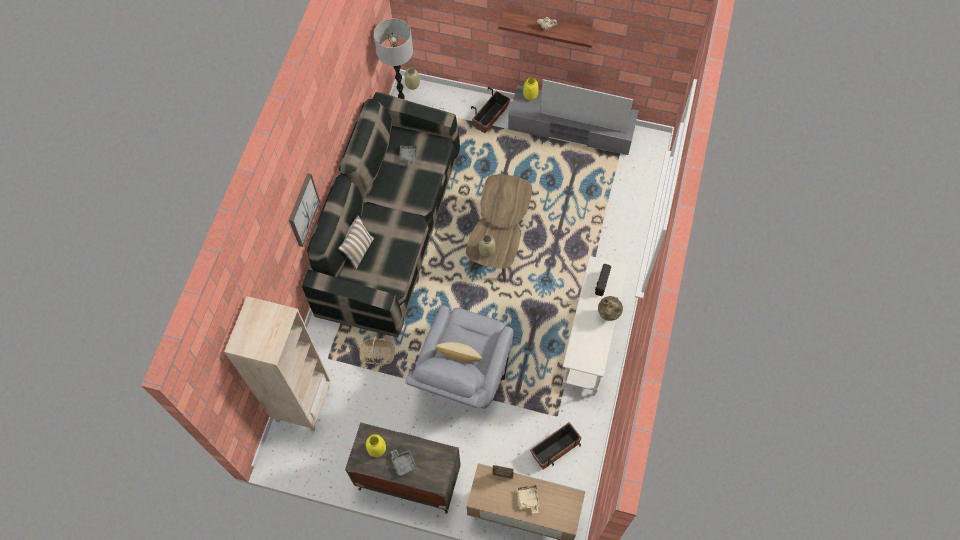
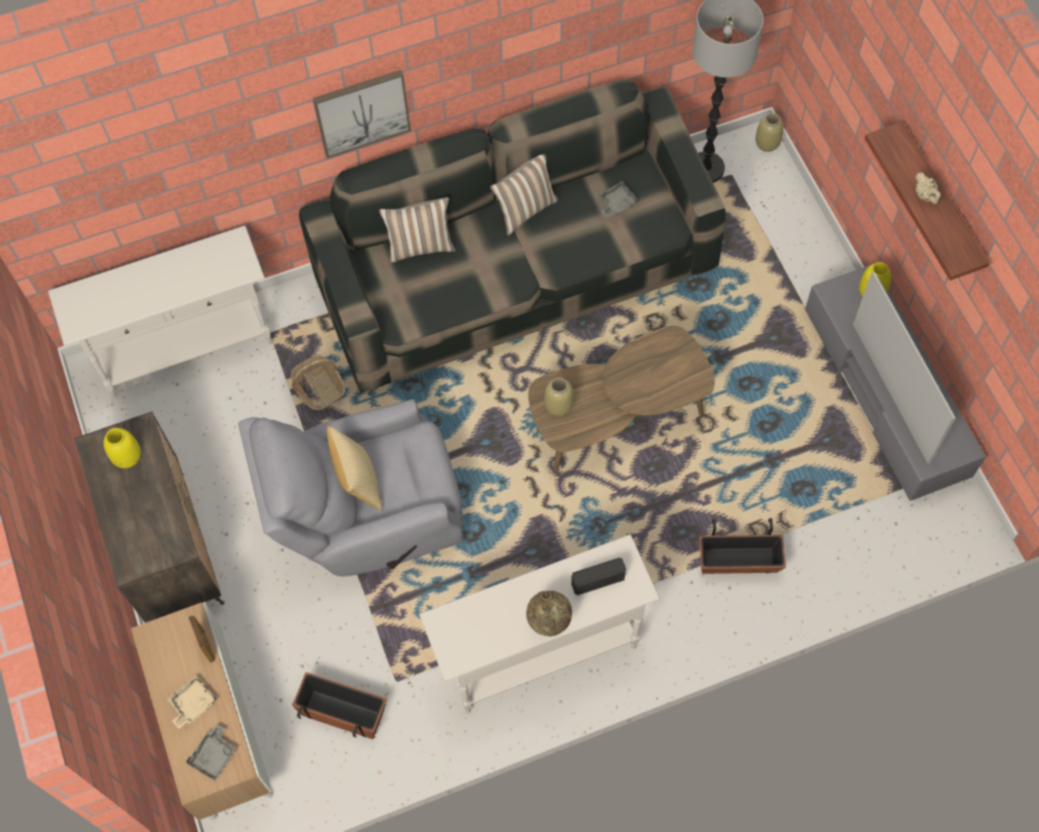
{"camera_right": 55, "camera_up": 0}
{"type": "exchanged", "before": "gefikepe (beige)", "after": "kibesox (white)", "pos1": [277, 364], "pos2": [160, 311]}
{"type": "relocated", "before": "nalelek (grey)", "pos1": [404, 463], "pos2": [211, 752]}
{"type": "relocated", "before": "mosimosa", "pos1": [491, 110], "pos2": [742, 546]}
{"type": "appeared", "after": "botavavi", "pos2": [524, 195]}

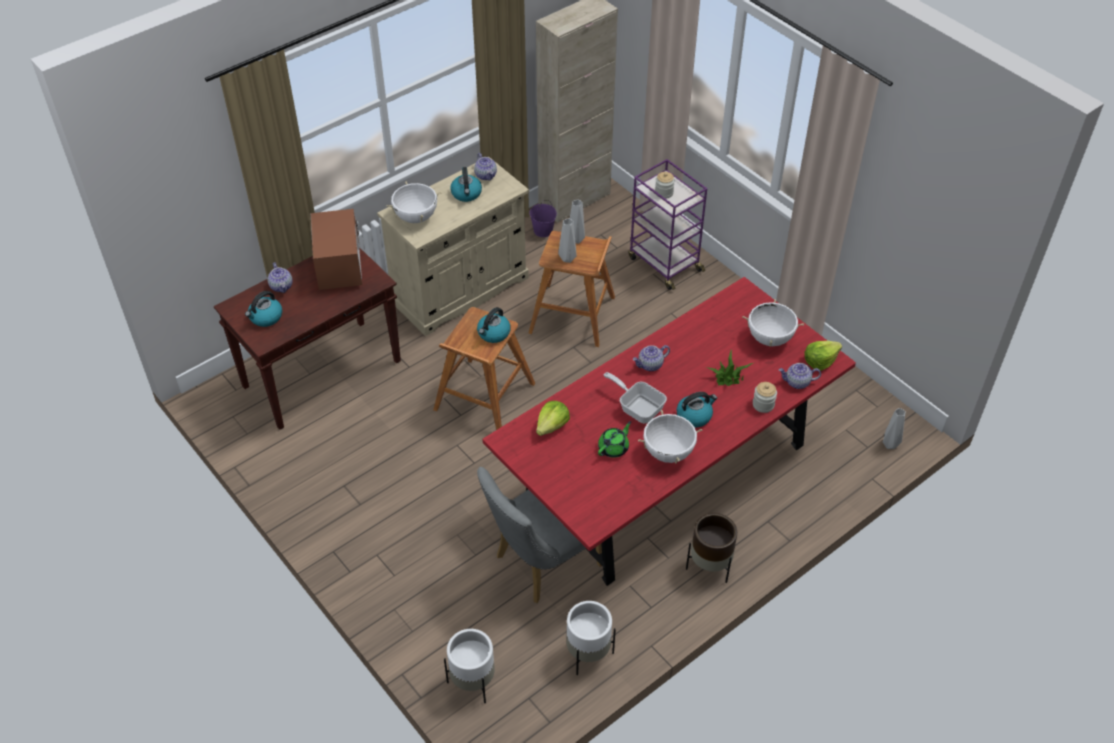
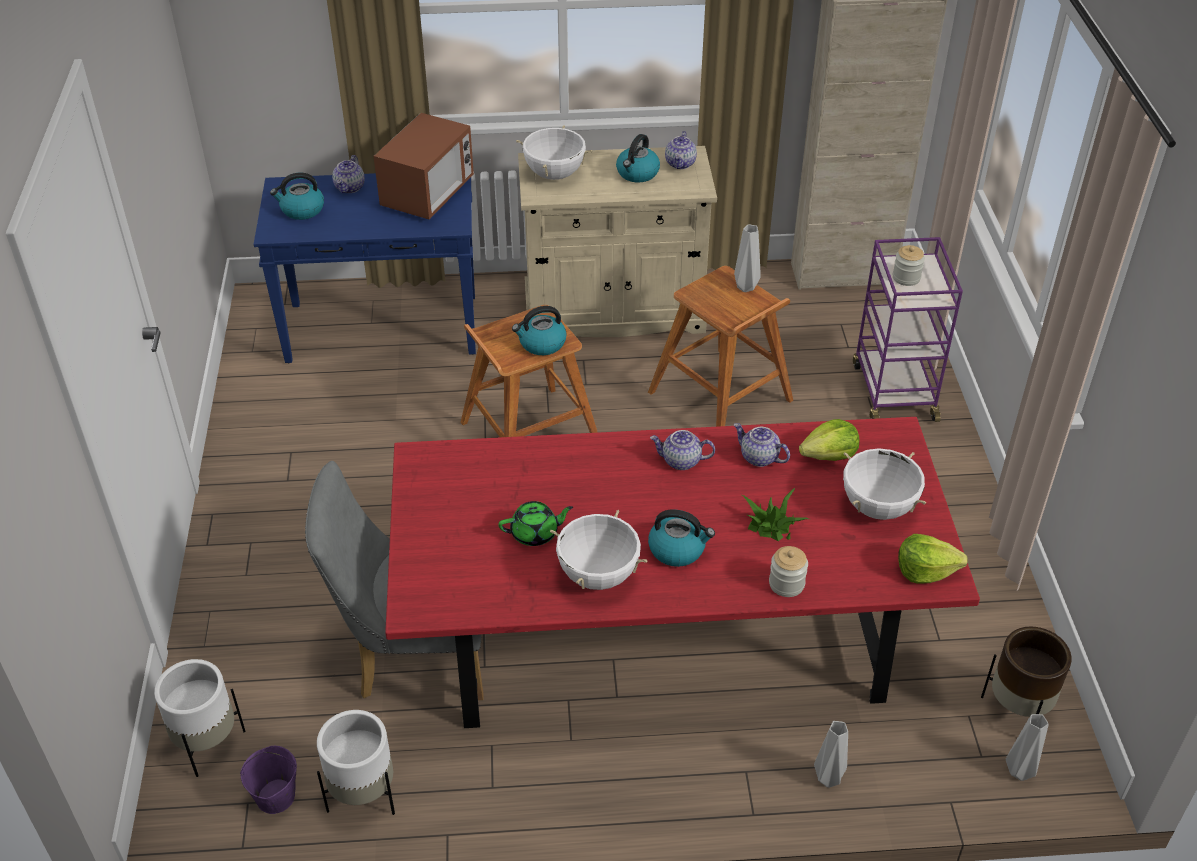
{"camera_right": 35, "camera_up": -5}
{"type": "colour", "before": "kibesox (brown)", "after": "kibesox (blue)", "pos1": [307, 338], "pos2": [365, 268]}
{"type": "relocated", "before": "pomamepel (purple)", "pos1": [543, 218], "pos2": [268, 780]}
{"type": "relocated", "before": "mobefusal", "pos1": [553, 418], "pos2": [829, 440]}
{"type": "relocated", "before": "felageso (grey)", "pos1": [567, 240], "pos2": [831, 754]}
{"type": "missing", "before": "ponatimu", "pos1": [635, 397]}
{"type": "relocated", "before": "mosimosa (brown)", "pos1": [711, 548], "pos2": [1026, 672]}
{"type": "relocated", "before": "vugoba", "pos1": [800, 376], "pos2": [761, 445]}

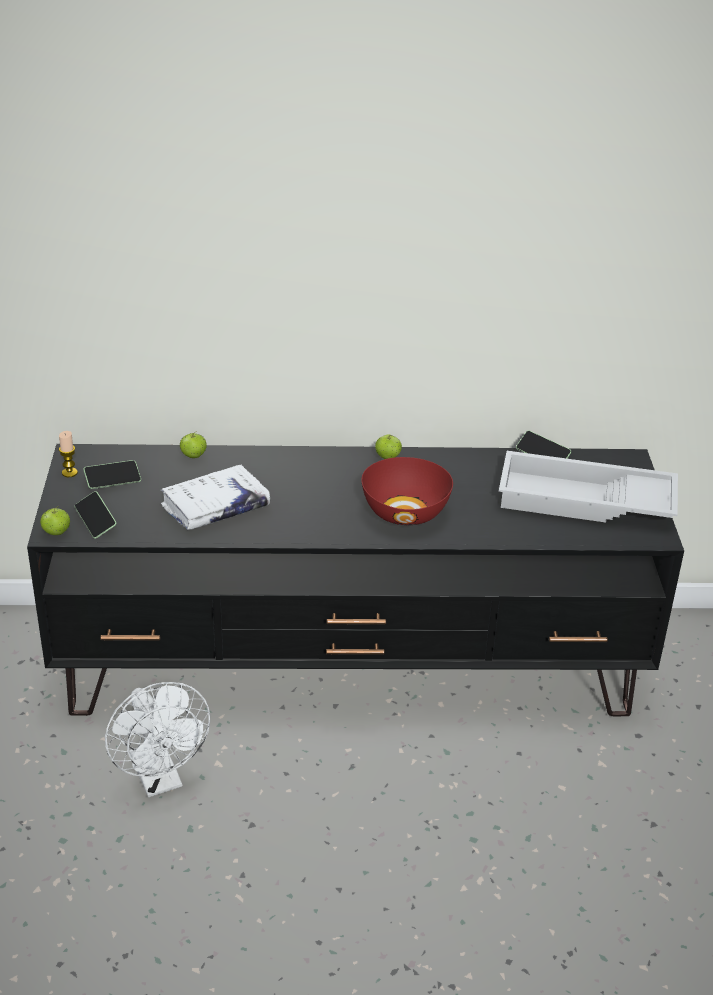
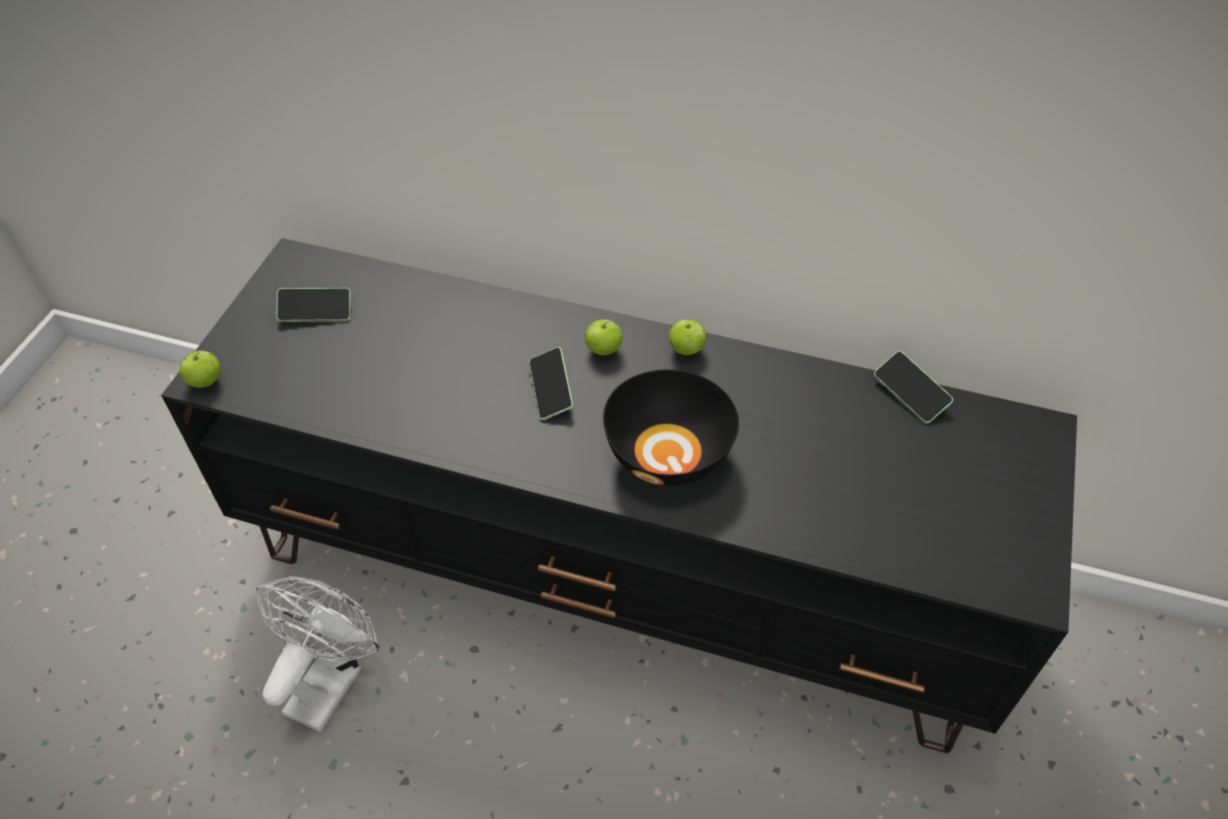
{"camera_right": 20, "camera_up": 15}
{"type": "missing", "before": "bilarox", "pos1": [68, 454]}
{"type": "relocated", "before": "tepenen", "pos1": [95, 515], "pos2": [551, 383]}
{"type": "spun", "before": "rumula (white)", "pos1": [157, 739], "pos2": [318, 654], "turn": -150}
{"type": "missing", "before": "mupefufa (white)", "pos1": [215, 497]}
{"type": "relocated", "before": "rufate", "pos1": [193, 444], "pos2": [604, 337]}
{"type": "colour", "before": "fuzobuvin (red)", "after": "fuzobuvin (black)", "pos1": [407, 491], "pos2": [671, 427]}
{"type": "missing", "before": "nalelek (white)", "pos1": [588, 487]}

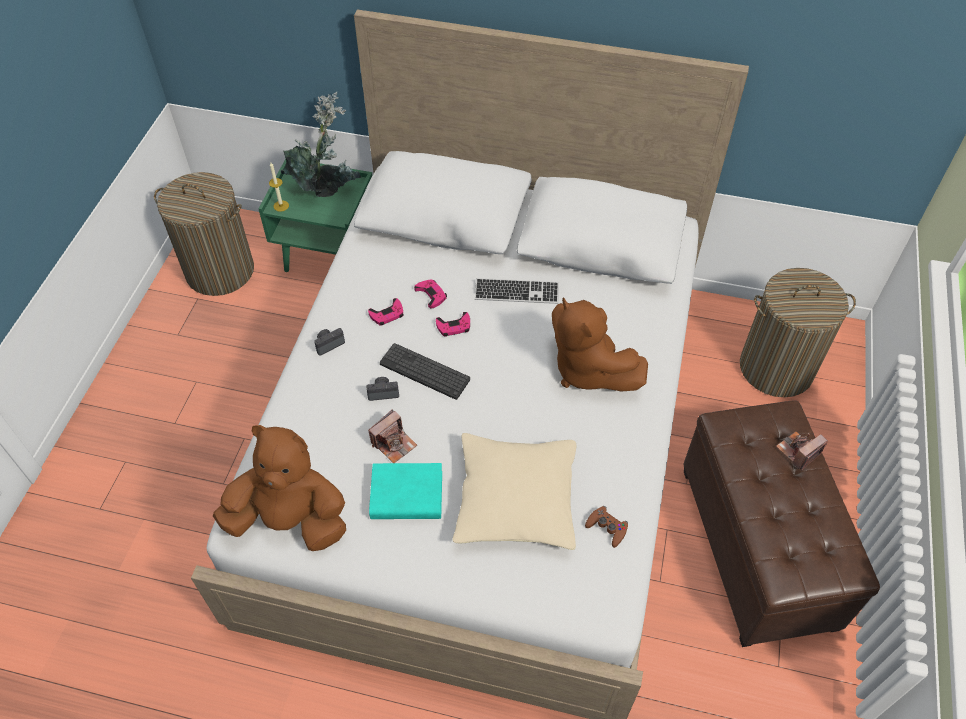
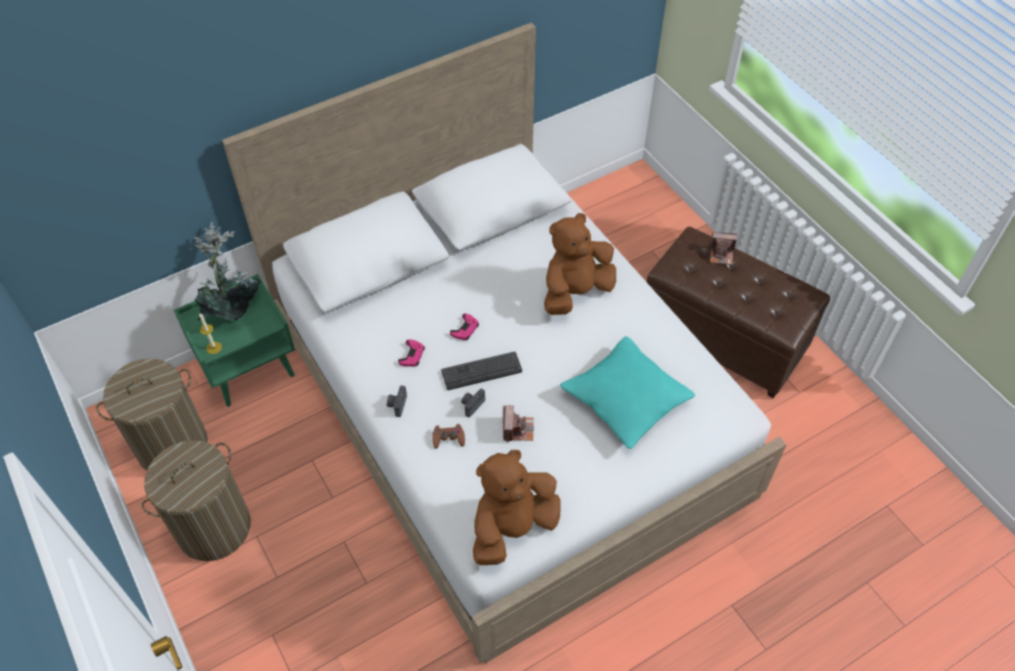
{"camera_right": -45, "camera_up": 0}
{"type": "missing", "before": "mupefufa (turquoise)", "pos1": [405, 491]}
{"type": "missing", "before": "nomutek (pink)", "pos1": [430, 294]}
{"type": "colour", "before": "botavavi (beige)", "after": "botavavi (turquoise)", "pos1": [514, 491], "pos2": [627, 392]}
{"type": "missing", "before": "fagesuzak", "pos1": [517, 291]}
{"type": "spun", "before": "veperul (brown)", "pos1": [600, 344], "pos2": [580, 264], "turn": 135}
{"type": "relocated", "before": "nomutek (brown)", "pos1": [606, 527], "pos2": [448, 436]}
{"type": "relocated", "before": "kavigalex", "pos1": [798, 332], "pos2": [196, 500]}
{"type": "spun", "before": "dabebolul", "pos1": [802, 451], "pos2": [723, 248], "turn": -90}

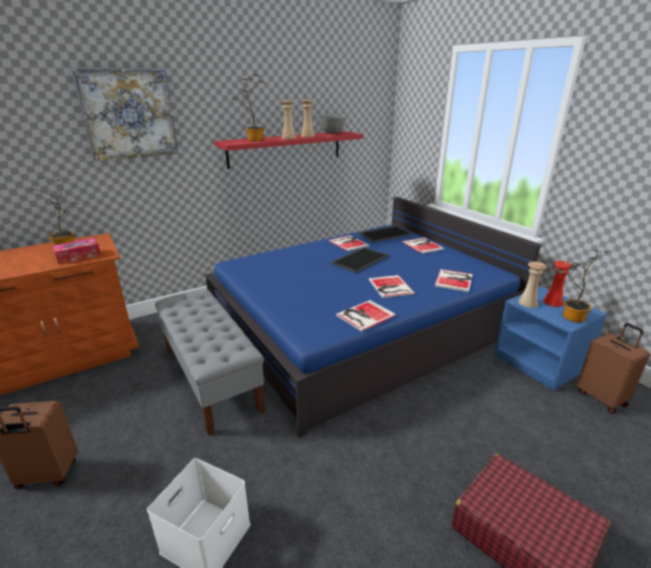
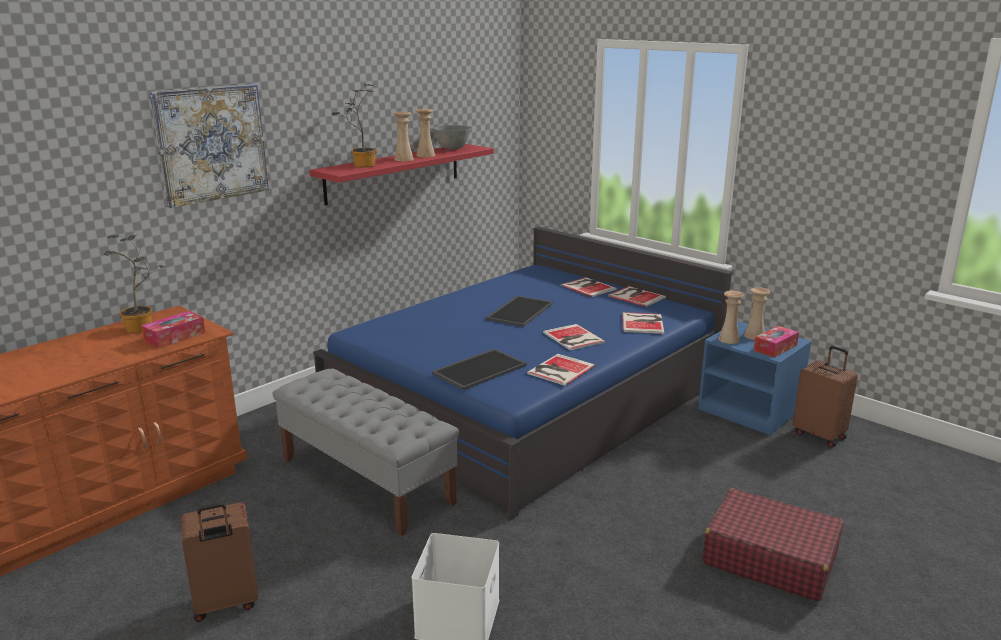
{"camera_right": -15, "camera_up": -5}
{"type": "relocated", "before": "mupefufa", "pos1": [349, 243], "pos2": [637, 296]}
{"type": "relocated", "before": "nalelek", "pos1": [385, 234], "pos2": [479, 369]}
{"type": "colour", "before": "felageso (red)", "after": "felageso (beige)", "pos1": [557, 284], "pos2": [757, 313]}
{"type": "exchanged", "before": "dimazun", "after": "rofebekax", "pos1": [583, 285], "pos2": [776, 341]}

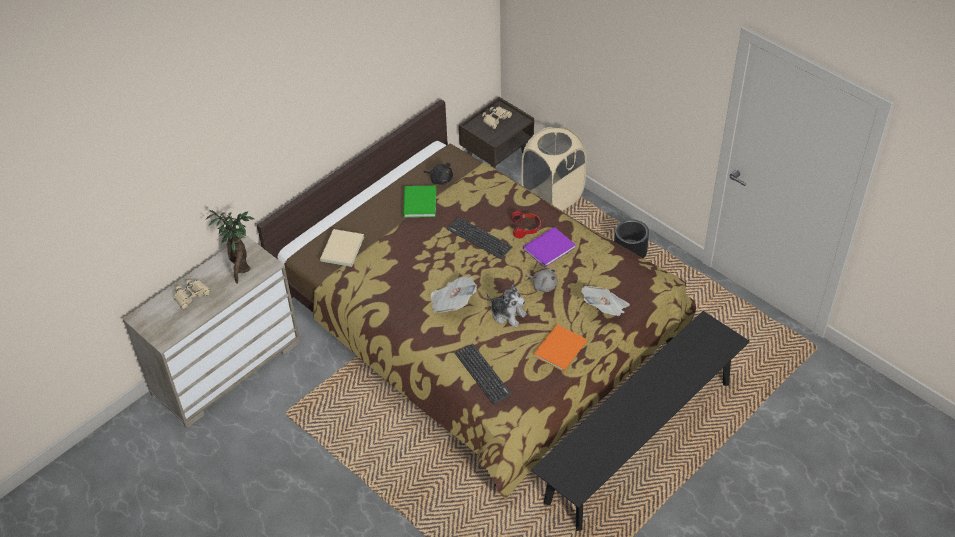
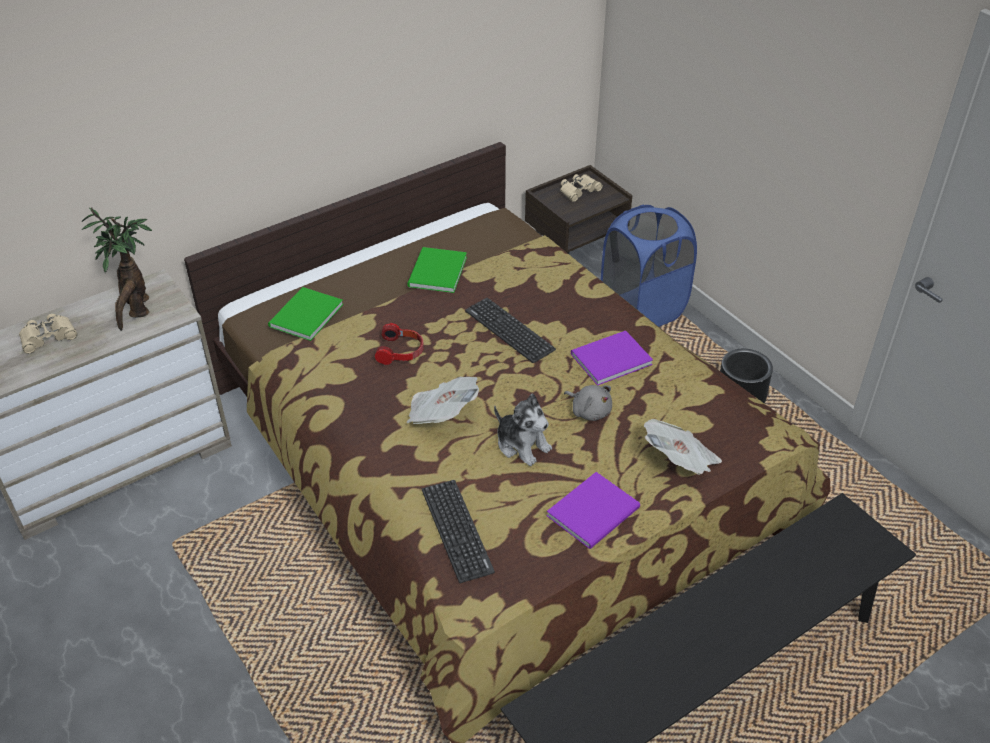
{"camera_right": 10, "camera_up": -5}
{"type": "colour", "before": "mupefufa (beige)", "after": "mupefufa (green)", "pos1": [342, 248], "pos2": [305, 314]}
{"type": "missing", "before": "veperul (black)", "pos1": [438, 174]}
{"type": "relocated", "before": "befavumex", "pos1": [526, 225], "pos2": [399, 344]}
{"type": "colour", "before": "kavigalex (beige)", "after": "kavigalex (blue)", "pos1": [554, 169], "pos2": [648, 266]}
{"type": "colour", "before": "mupefufa (orange)", "after": "mupefufa (purple)", "pos1": [560, 348], "pos2": [593, 510]}

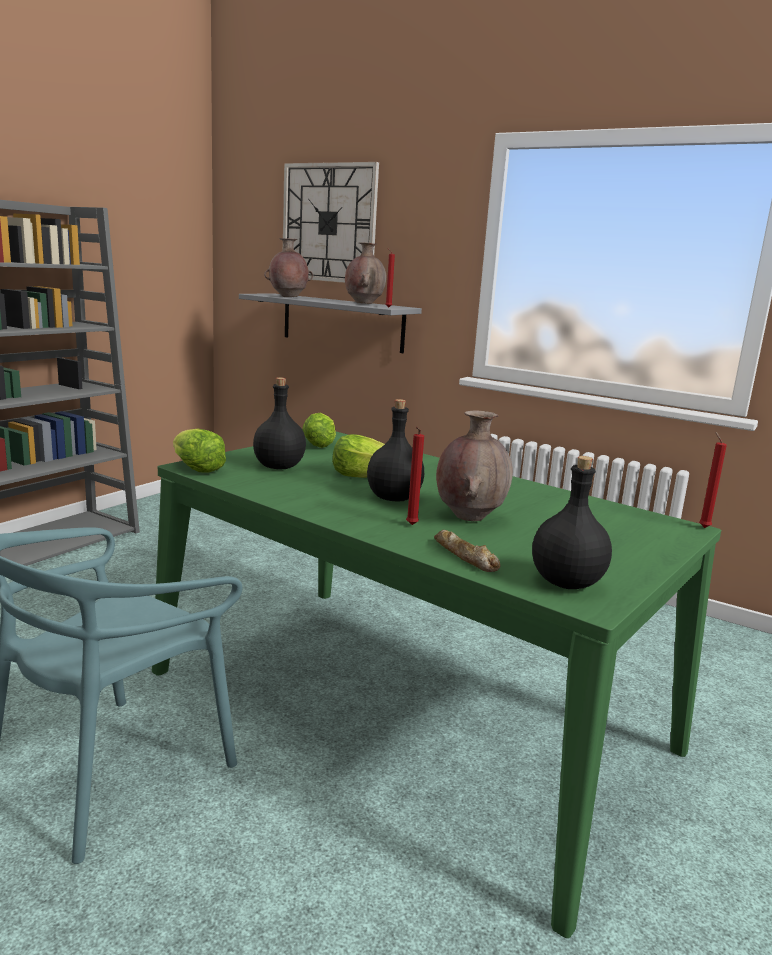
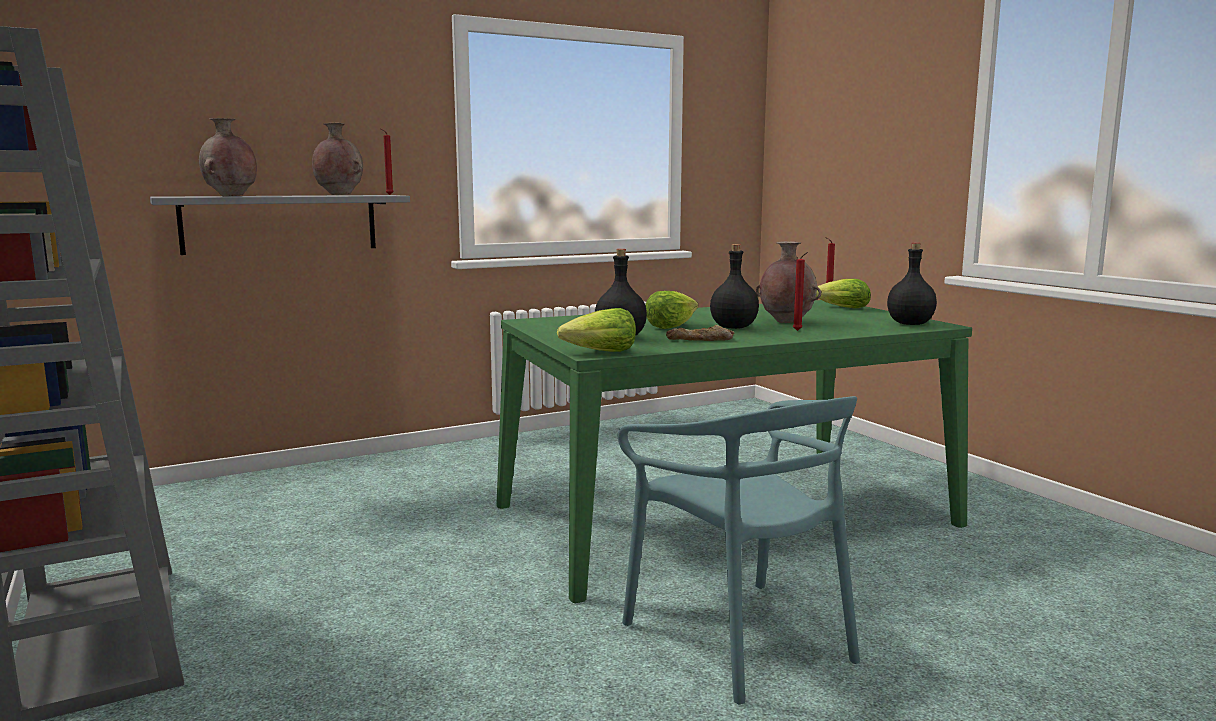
{"camera_right": -60, "camera_up": -5}
{"type": "missing", "before": "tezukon", "pos1": [331, 222]}
{"type": "relocated", "before": "mobefusal", "pos1": [319, 430], "pos2": [843, 293]}
{"type": "relocated", "before": "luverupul", "pos1": [467, 551], "pos2": [700, 333]}

